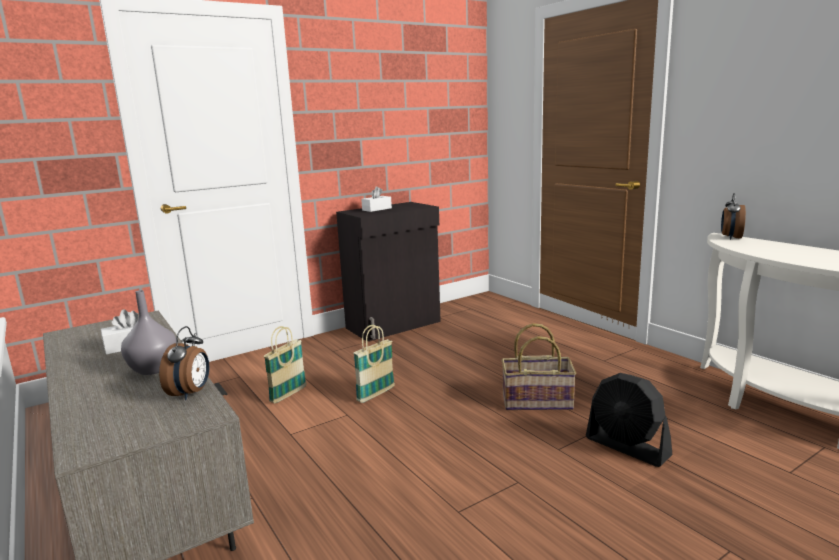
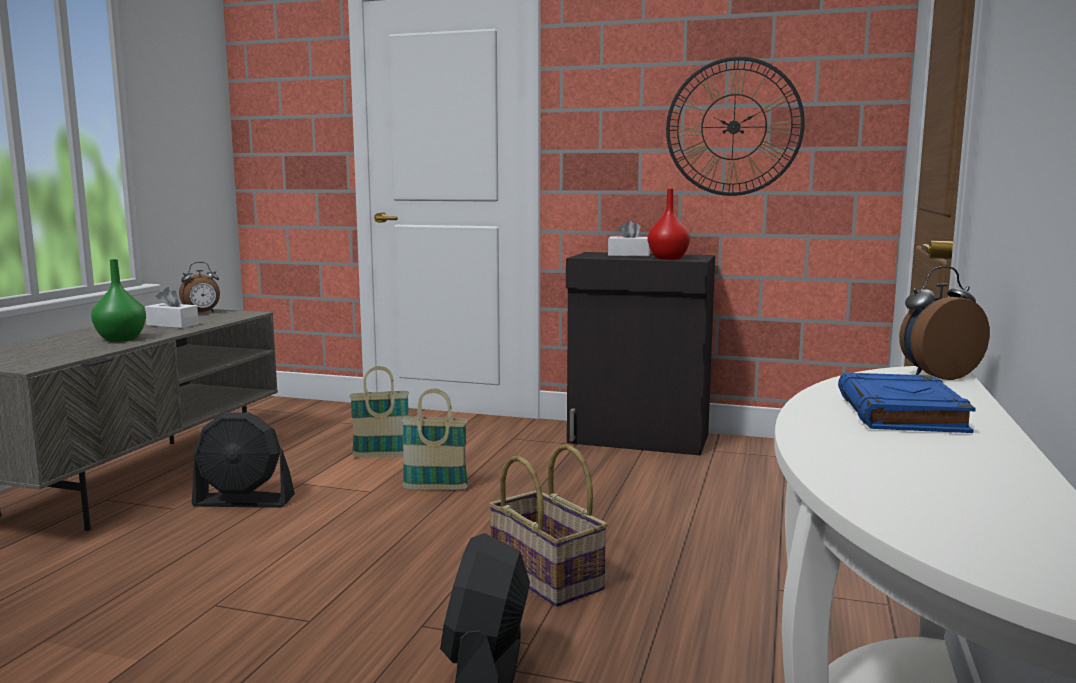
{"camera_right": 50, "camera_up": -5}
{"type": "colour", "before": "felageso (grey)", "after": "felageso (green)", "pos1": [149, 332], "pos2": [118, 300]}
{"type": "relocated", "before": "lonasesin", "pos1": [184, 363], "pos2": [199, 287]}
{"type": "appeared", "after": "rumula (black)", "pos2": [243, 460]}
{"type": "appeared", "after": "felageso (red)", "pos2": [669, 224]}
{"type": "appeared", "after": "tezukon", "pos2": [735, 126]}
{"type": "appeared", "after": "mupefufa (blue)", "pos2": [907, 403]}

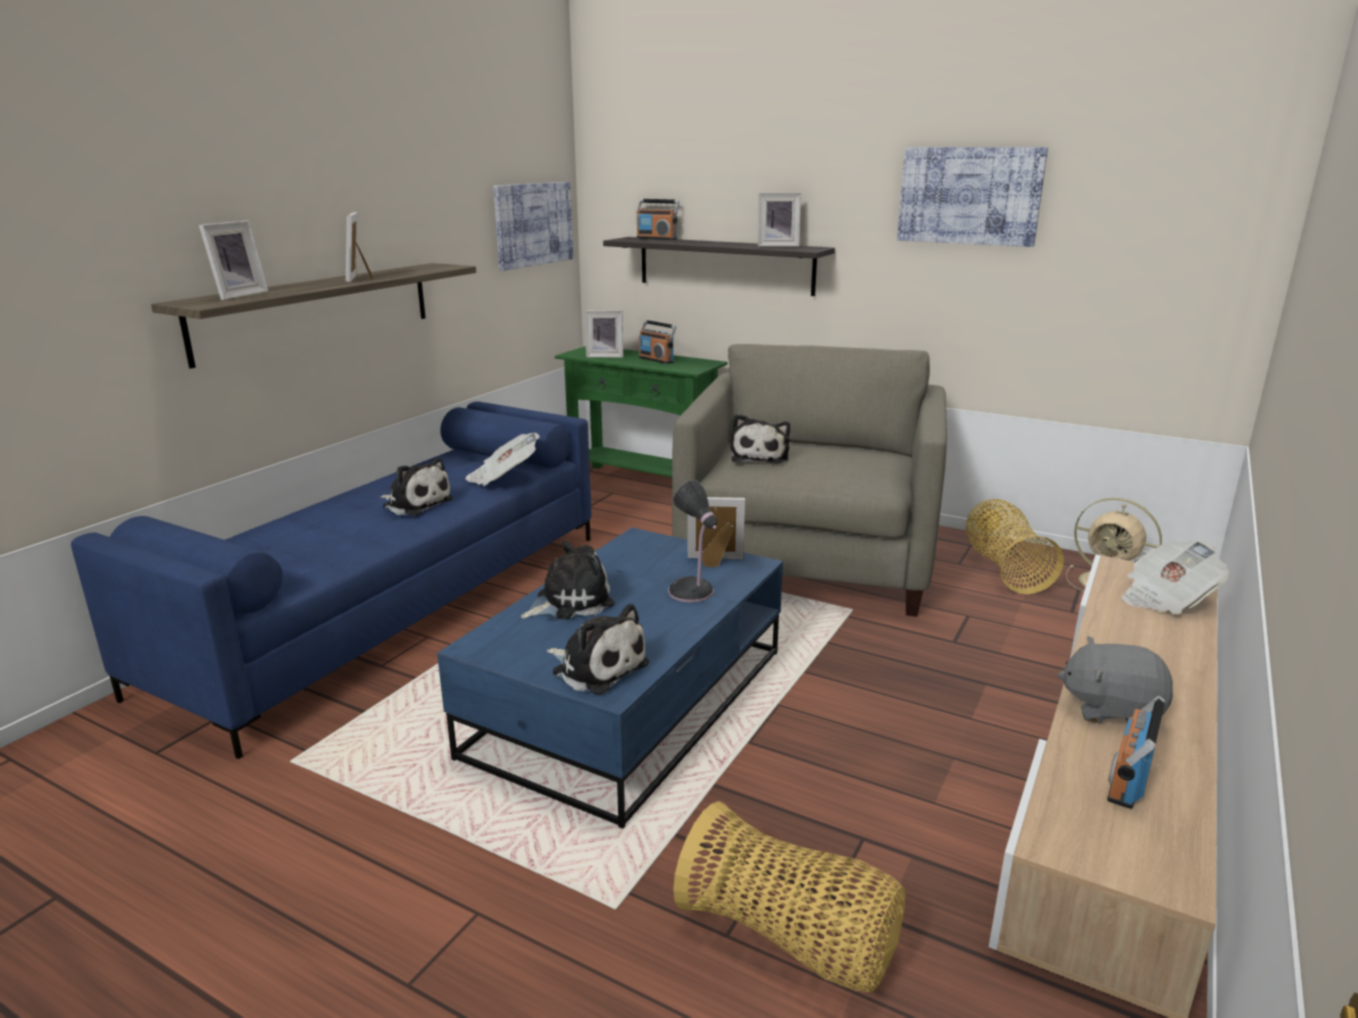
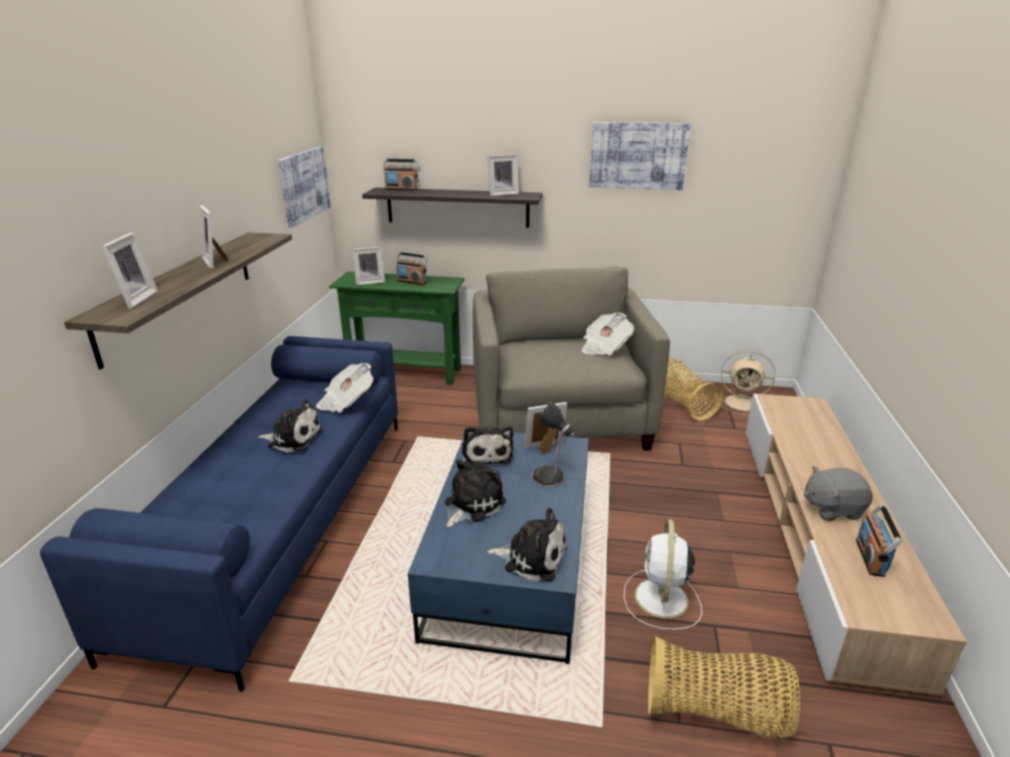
{"camera_right": -20, "camera_up": 5}
{"type": "relocated", "before": "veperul", "pos1": [760, 439], "pos2": [487, 445]}
{"type": "relocated", "before": "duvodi", "pos1": [1175, 577], "pos2": [608, 334]}
{"type": "appeared", "after": "rumula (white)", "pos2": [663, 574]}

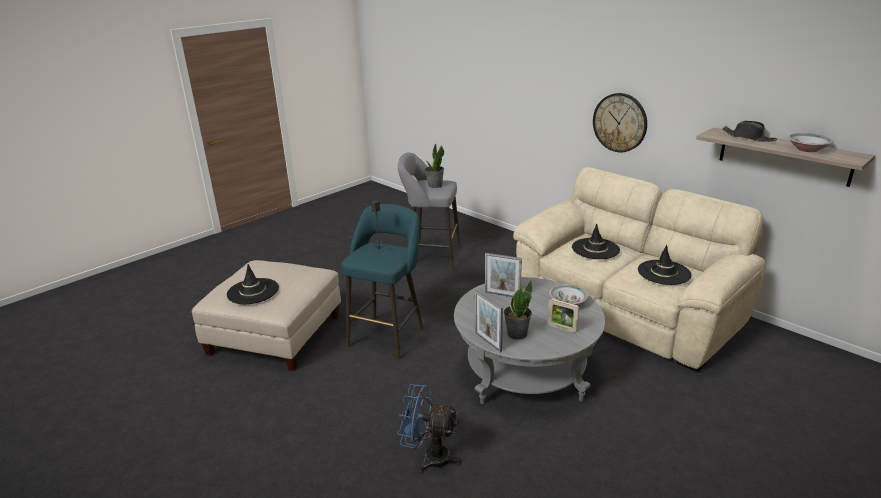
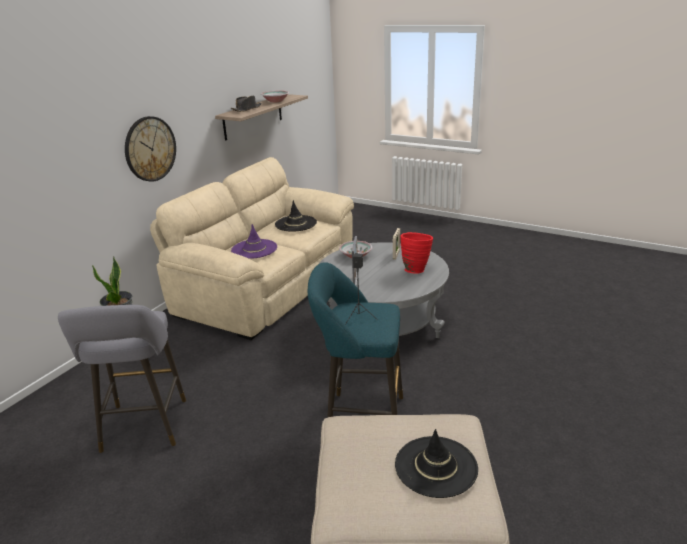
{"camera_right": -105, "camera_up": 0}
{"type": "missing", "before": "rumula (blue)", "pos1": [429, 428]}
{"type": "missing", "before": "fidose", "pos1": [489, 321]}
{"type": "exchanged", "before": "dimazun", "after": "felageso (red)", "pos1": [518, 310], "pos2": [416, 253]}
{"type": "colour", "before": "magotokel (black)", "after": "magotokel (purple)", "pos1": [596, 241], "pos2": [254, 241]}

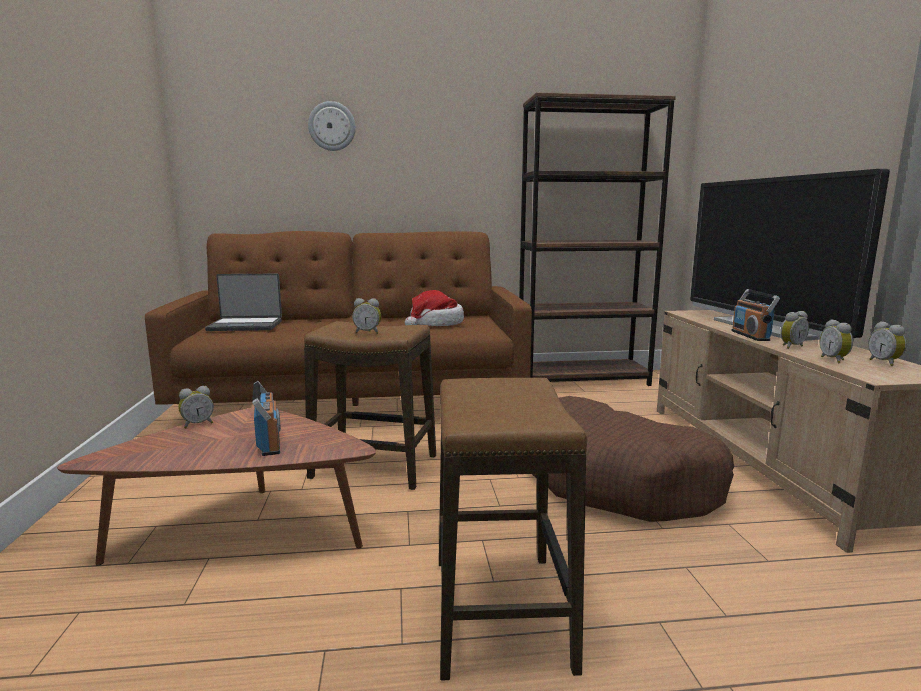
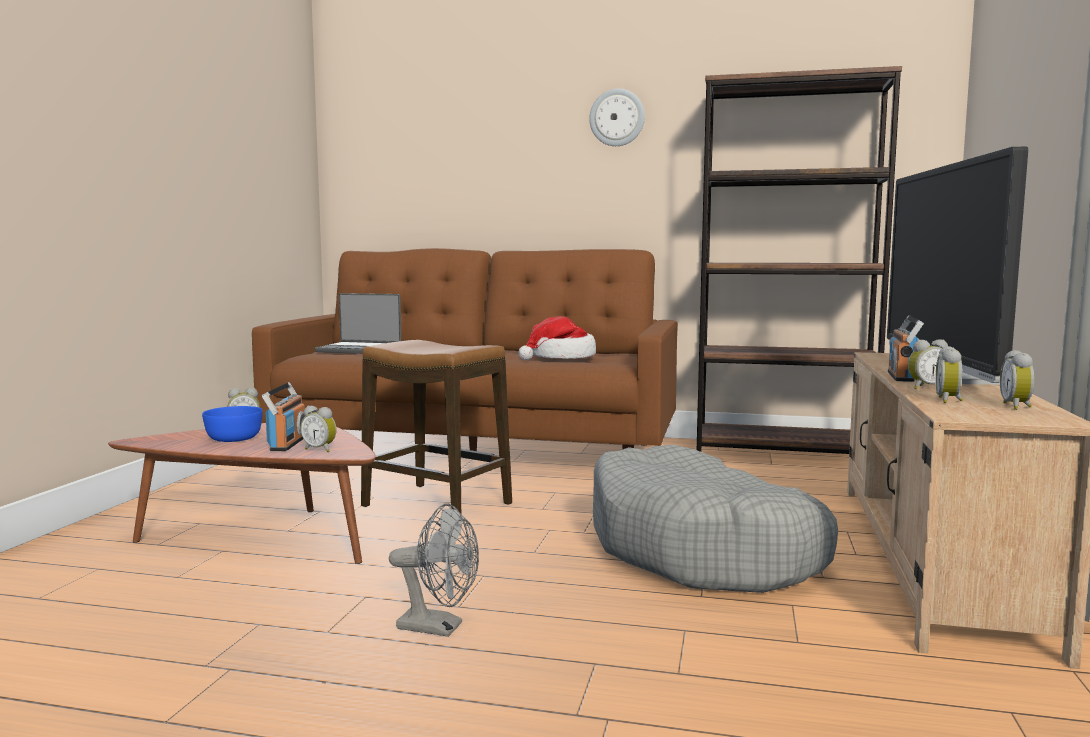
{"camera_right": 20, "camera_up": -5}
{"type": "relocated", "before": "tezukon", "pos1": [332, 126], "pos2": [617, 117]}
{"type": "relocated", "before": "lonasesin", "pos1": [366, 316], "pos2": [319, 429]}
{"type": "exchanged", "before": "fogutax", "after": "rumula (grey)", "pos1": [513, 529], "pos2": [434, 570]}
{"type": "colour", "before": "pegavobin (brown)", "after": "pegavobin (grey)", "pos1": [633, 459], "pos2": [715, 519]}
{"type": "appeared", "after": "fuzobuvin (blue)", "pos2": [232, 424]}

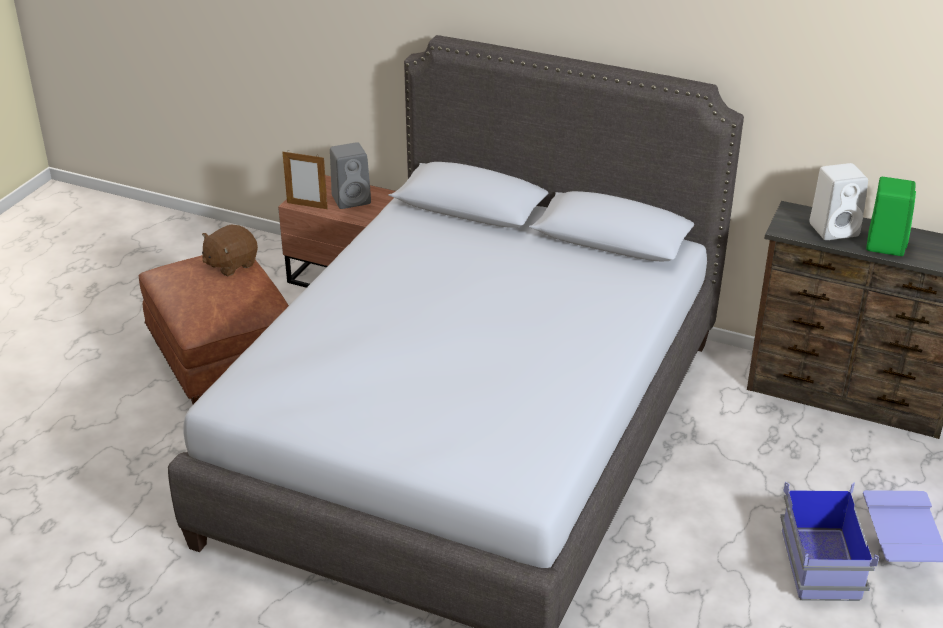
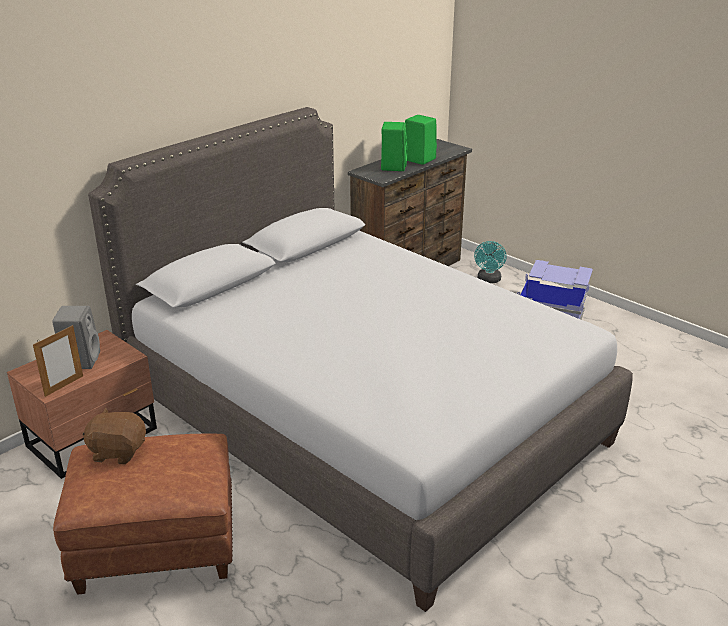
{"camera_right": -70, "camera_up": -5}
{"type": "spun", "before": "veperul (brown)", "pos1": [230, 250], "pos2": [114, 436], "turn": 120}
{"type": "colour", "before": "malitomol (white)", "after": "malitomol (green)", "pos1": [838, 201], "pos2": [394, 146]}
{"type": "appeared", "after": "rumula (turquoise)", "pos2": [490, 262]}

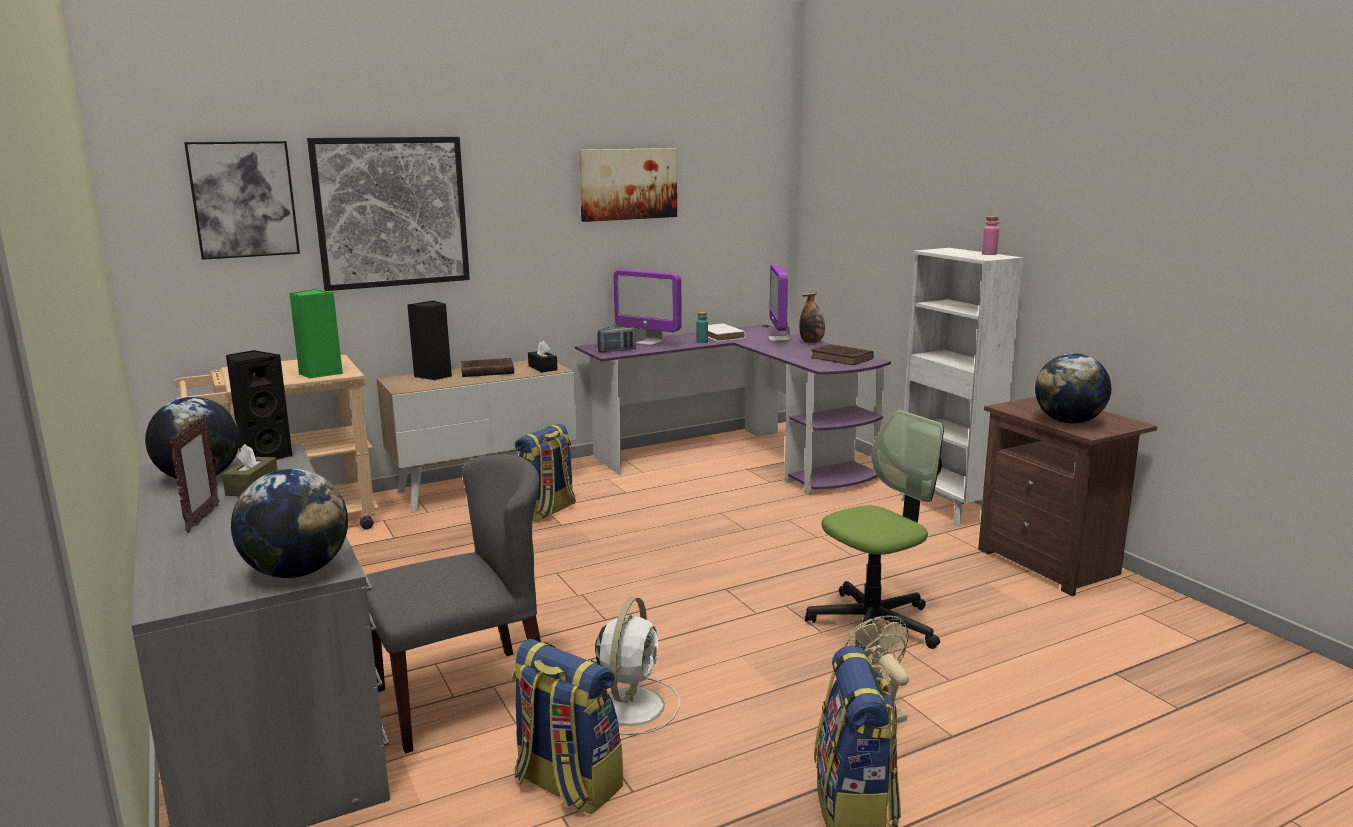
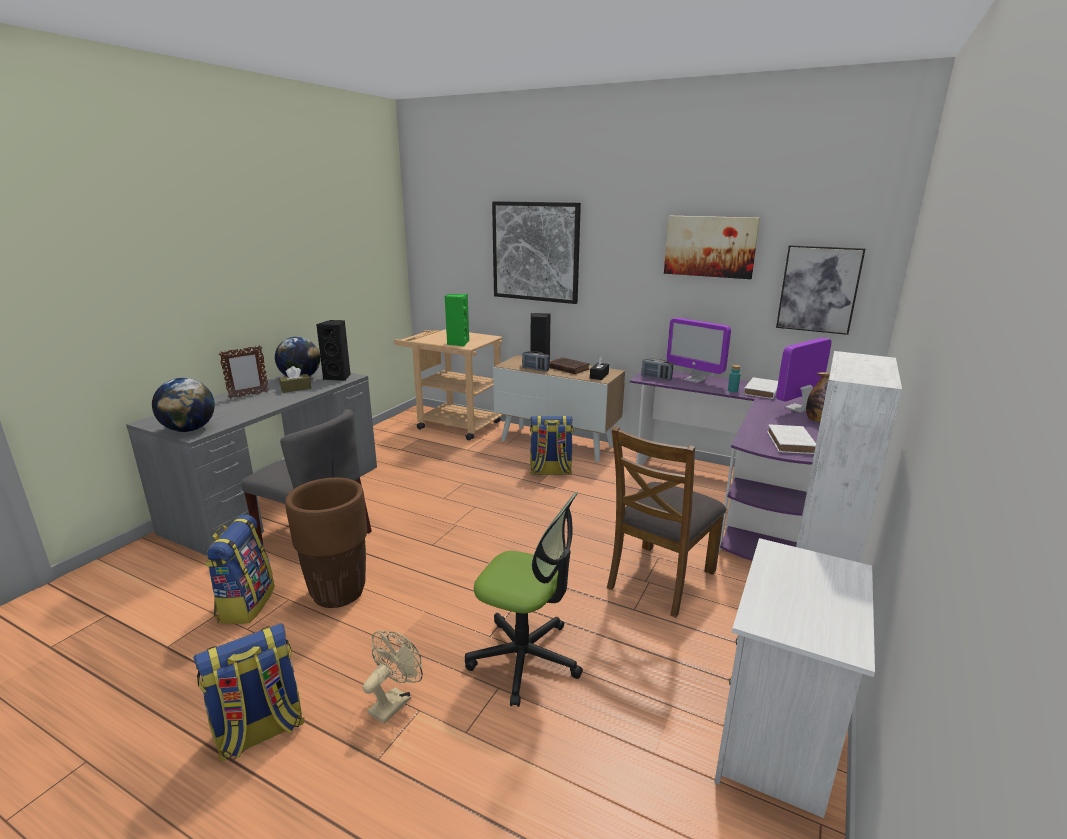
{"camera_right": 55, "camera_up": 5}
{"type": "relocated", "before": "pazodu", "pos1": [242, 200], "pos2": [821, 290]}
{"type": "exchanged", "before": "rumula (white)", "after": "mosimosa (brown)", "pos1": [637, 666], "pos2": [326, 543]}
{"type": "spun", "before": "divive", "pos1": [647, 307], "pos2": [699, 350], "turn": -45}
{"type": "colour", "before": "mupefufa (brown)", "after": "mupefufa (white)", "pos1": [842, 354], "pos2": [791, 439]}
{"type": "colour", "before": "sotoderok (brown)", "after": "sotoderok (white)", "pos1": [1067, 496], "pos2": [794, 678]}
{"type": "missing", "before": "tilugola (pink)", "pos1": [990, 235]}
{"type": "missing", "before": "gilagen", "pos1": [1073, 388]}
{"type": "appeared", "after": "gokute", "pos2": [536, 361]}
{"type": "appeared", "after": "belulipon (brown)", "pos2": [666, 522]}

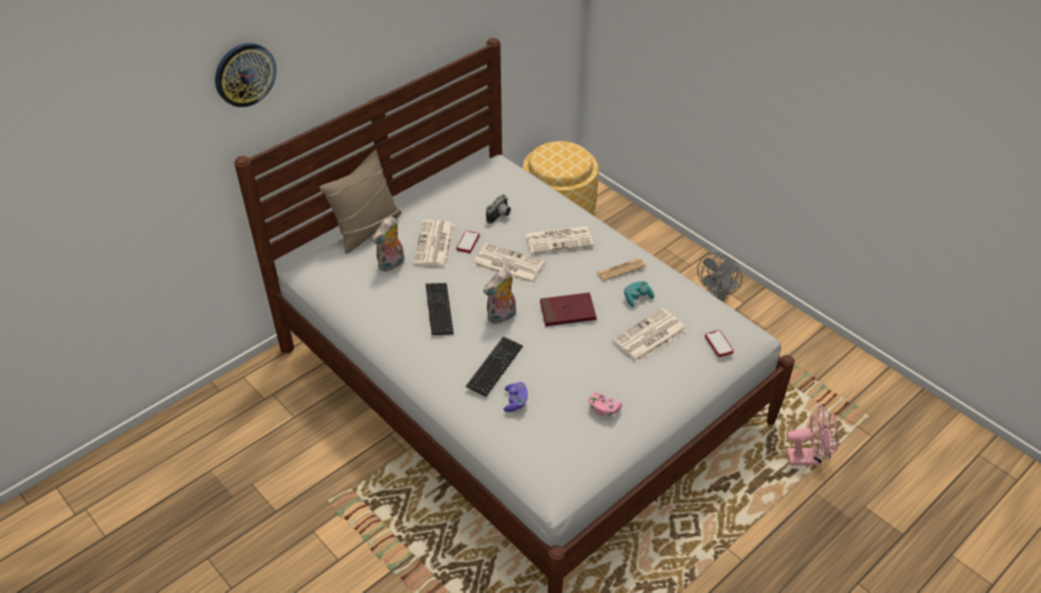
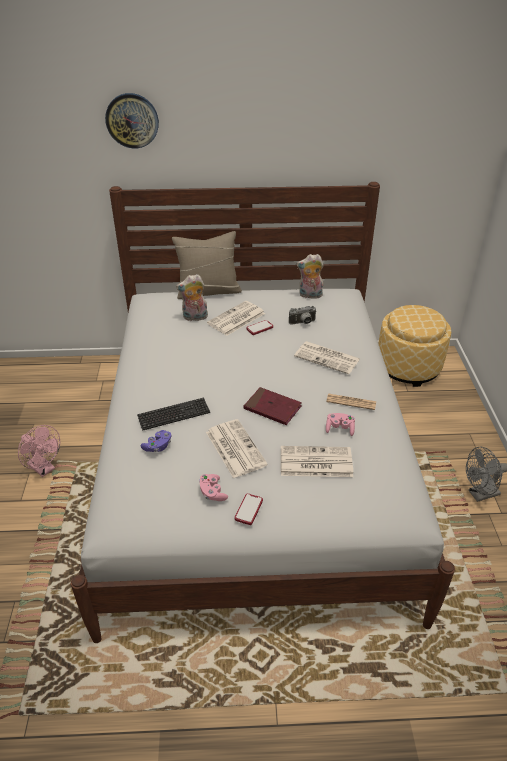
{"camera_right": 40, "camera_up": -5}
{"type": "missing", "before": "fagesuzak", "pos1": [439, 309]}
{"type": "relocated", "before": "duvodi", "pos1": [508, 263], "pos2": [237, 449]}
{"type": "relocated", "before": "veperul", "pos1": [499, 296], "pos2": [310, 276]}
{"type": "colour", "before": "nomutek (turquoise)", "after": "nomutek (pink)", "pos1": [639, 294], "pos2": [340, 424]}
{"type": "relocated", "before": "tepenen", "pos1": [719, 343], "pos2": [248, 509]}
{"type": "relocated", "before": "rumula (pink)", "pos1": [812, 435], "pos2": [39, 451]}

